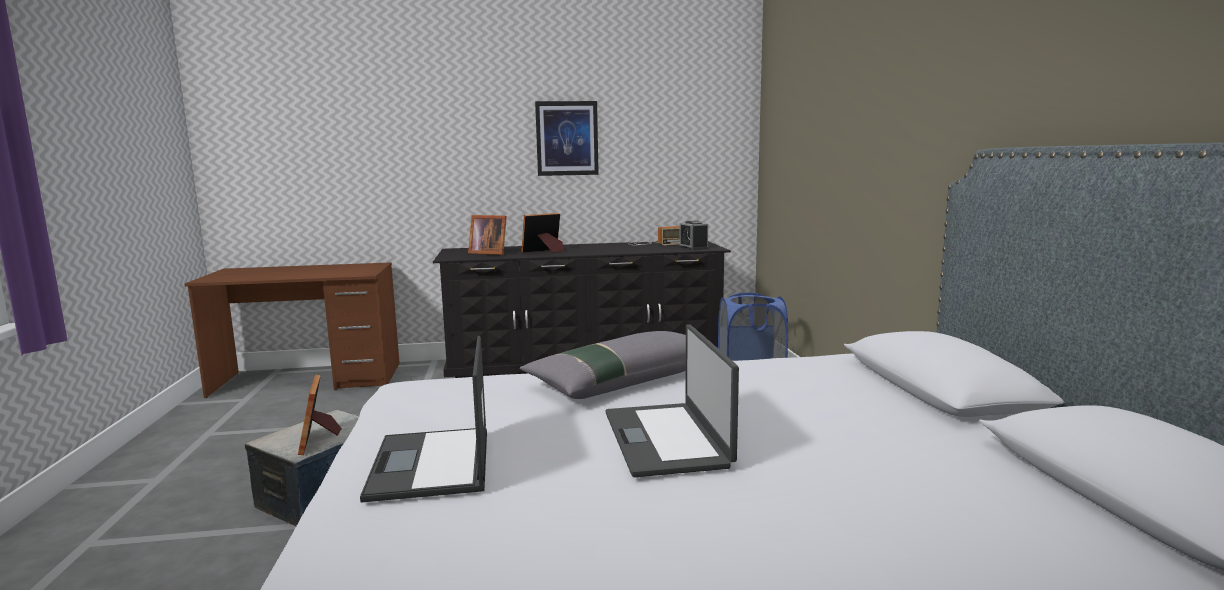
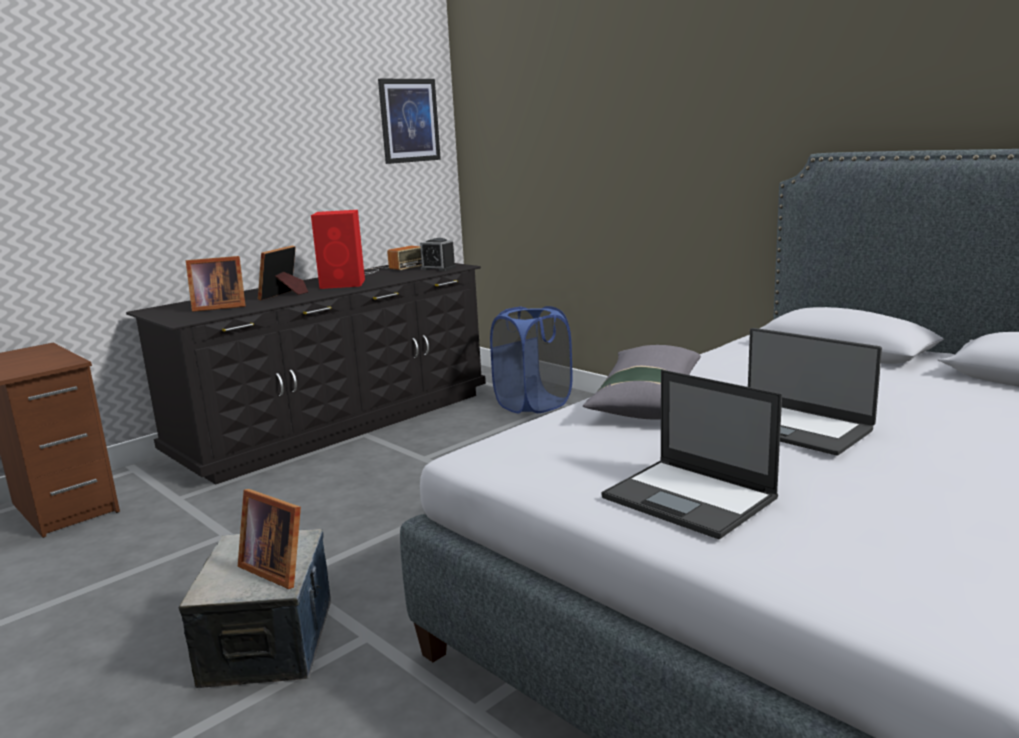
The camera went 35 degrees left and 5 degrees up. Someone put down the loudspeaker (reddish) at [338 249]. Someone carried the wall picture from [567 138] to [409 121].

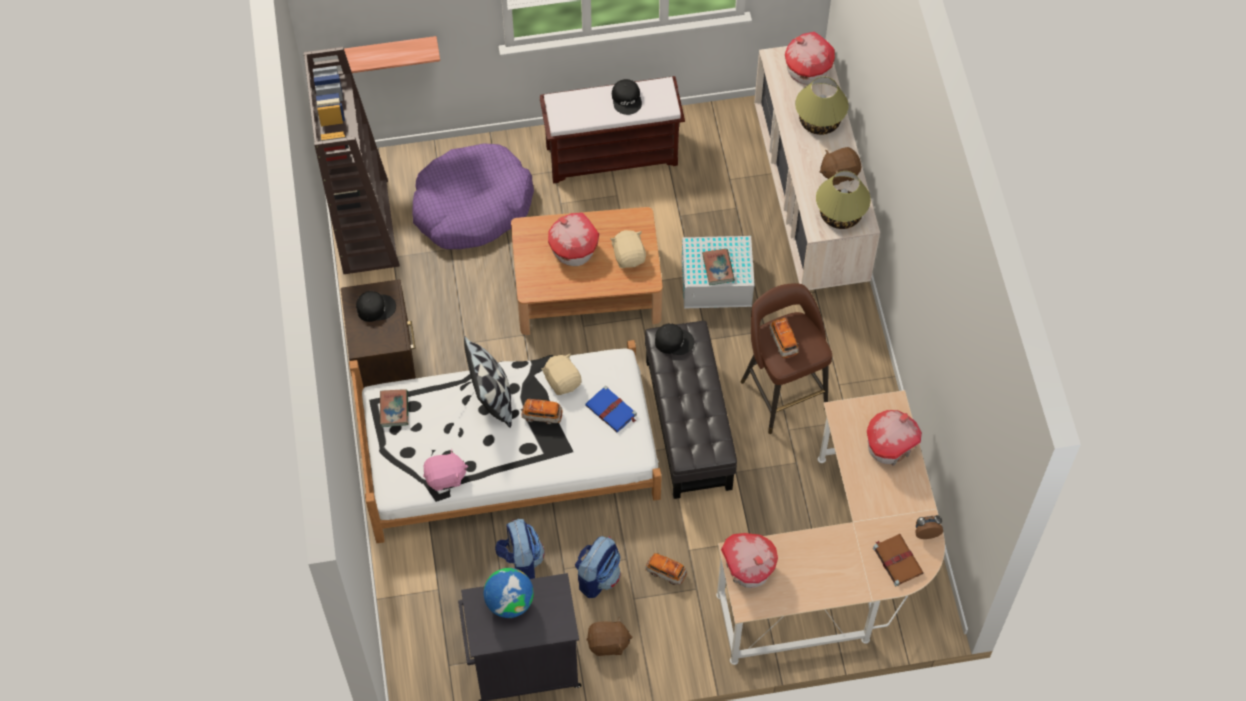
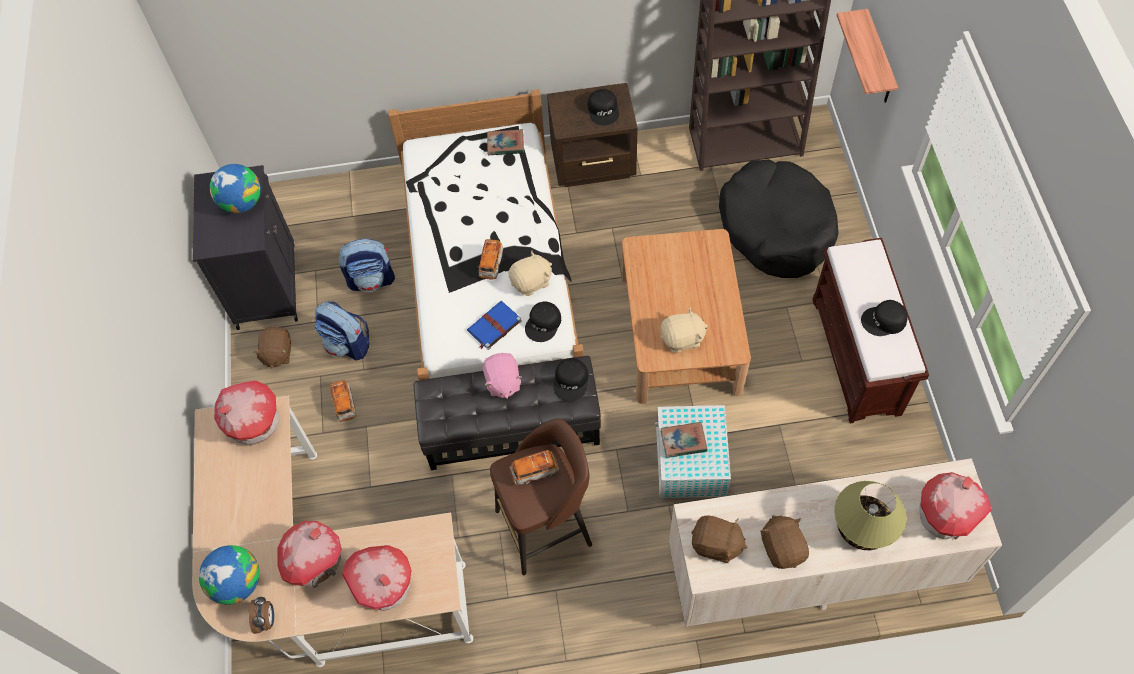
The camera went 95 degrees right and 0 degrees up. Someone took away the cushion at [488 382]. Someone put down the baseball cap (blackish) at [543 321]. Someone carried the cuddly toy (pink-coloured) from [445 470] to [502 376]. Someone carried the toy house from [573 239] to [309 554]. Someone swapped the tabletop lamp at [843 200] for the cuddly toy (brown-coloured) at [719 539]. Someone swapped the book (brown-coloured) at [898 560] for the world globe at [229 574]. Someone repainted the pet bed (purple-coloured) at [473 196], which became the pet bed (blackish) at [779 219]. Someone rotated the toy car at [666 569] by 135 degrees clockwise.

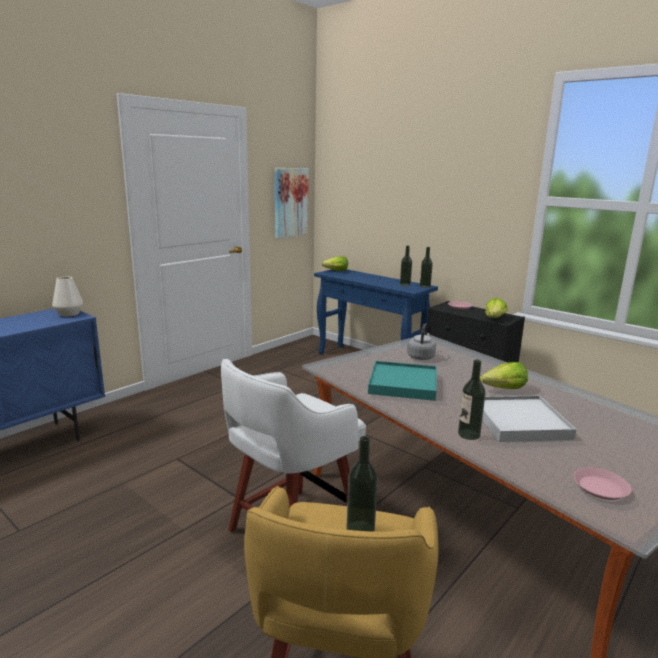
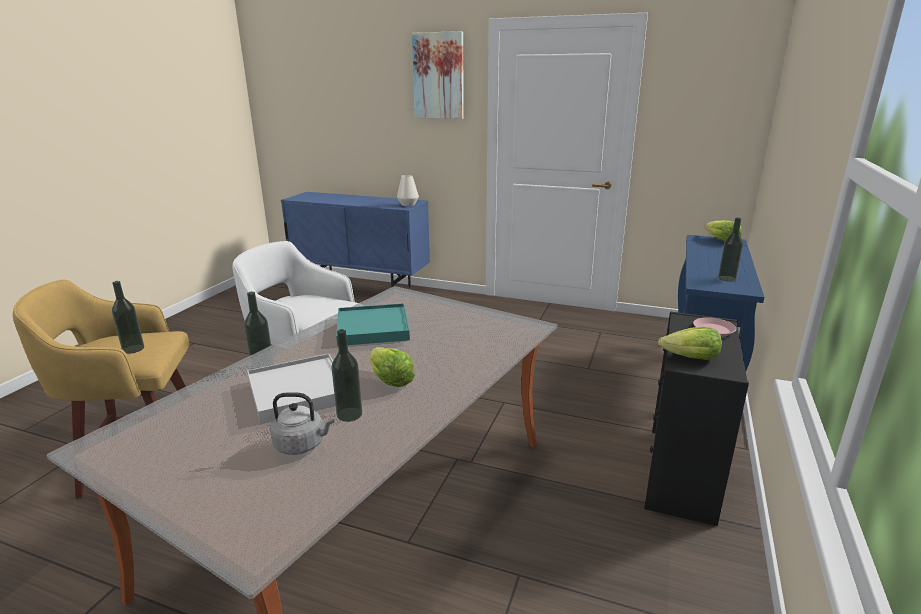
The camera went 70 degrees right and 5 degrees up. Someone took away the dinner plate (pink-coloured) at [603 483]. Someone carried the wall picture from [292 203] to [438 75]. Someone carried the tea kettle (grey) from [421 341] to [302 423]. Someone carried the bottle from [426 267] to [347 375].

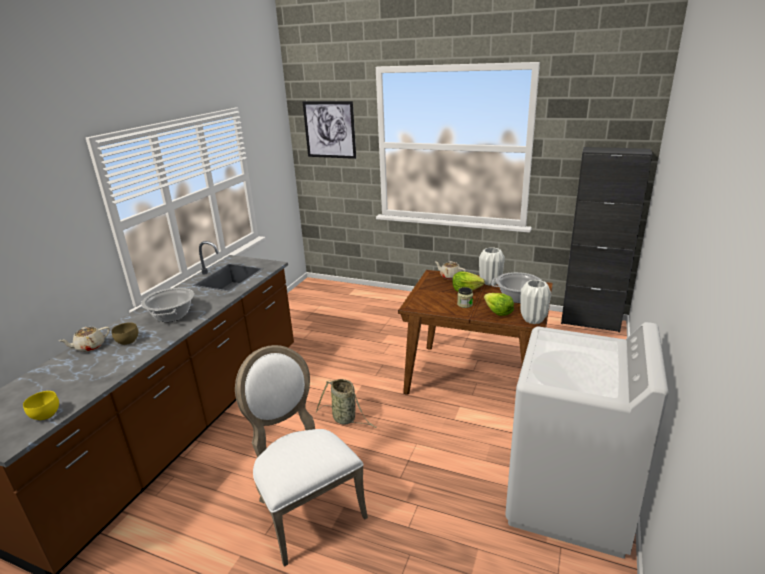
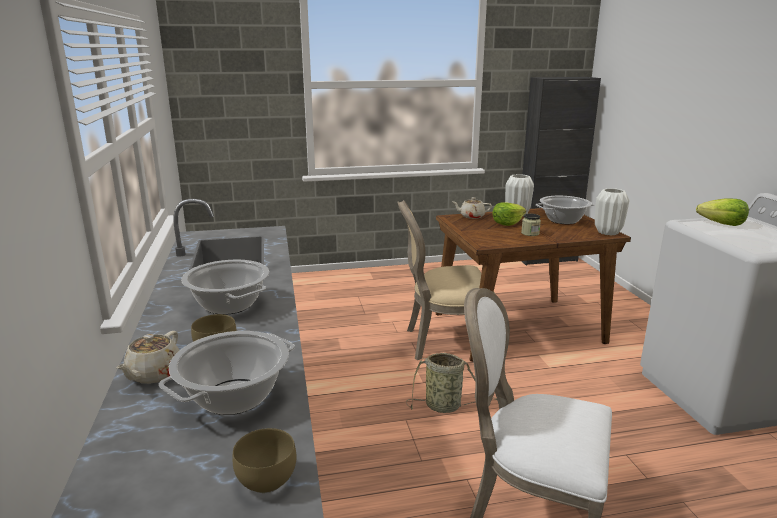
The camera went 35 degrees left and 5 degrees down. Someone took away the wall picture at [329 130]. Someone put down the stockpot at [227 373]. Someone put down the chair (beige-coloured) at [446 280]. Someone carried the head of lettuce from [499 304] to [722 212]. Someone repainted the bowl (yellow) at [41 406], which became the bowl (brown-coloured) at [265 460].

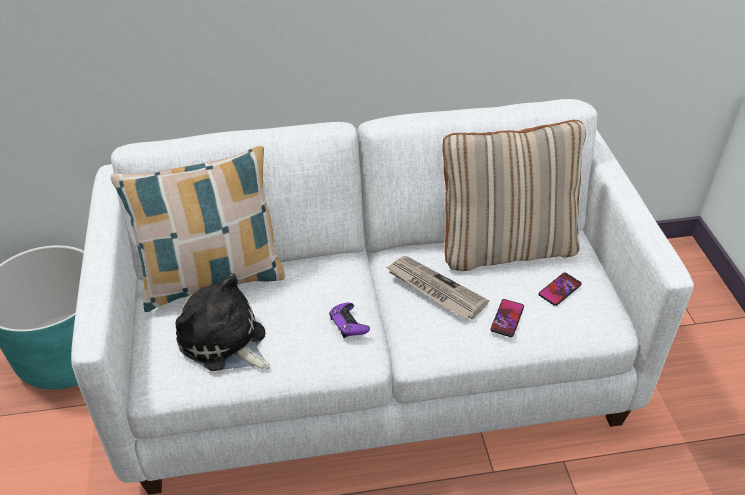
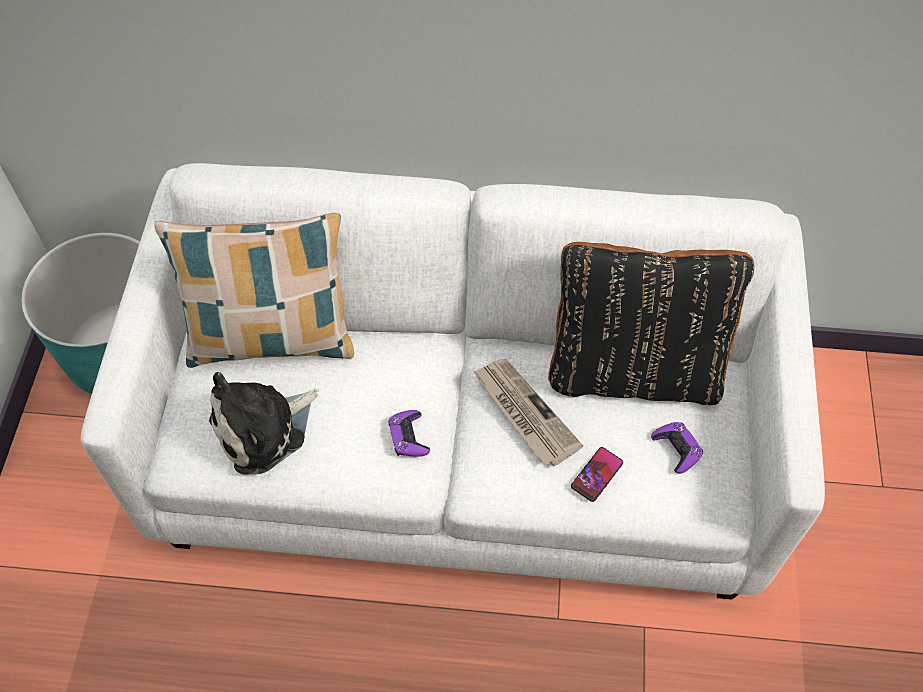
The camera went 15 degrees right and 15 degrees up. Someone swapped the telephone at [560 289] for the joypad (purple-coloured) at [677 448]. Someone repainted the cushion (beige-coloured) at [514 195], which became the cushion (blackish) at [651 323]. Someone rotated the cuddly toy at [223 322] by 90 degrees counterclockwise.

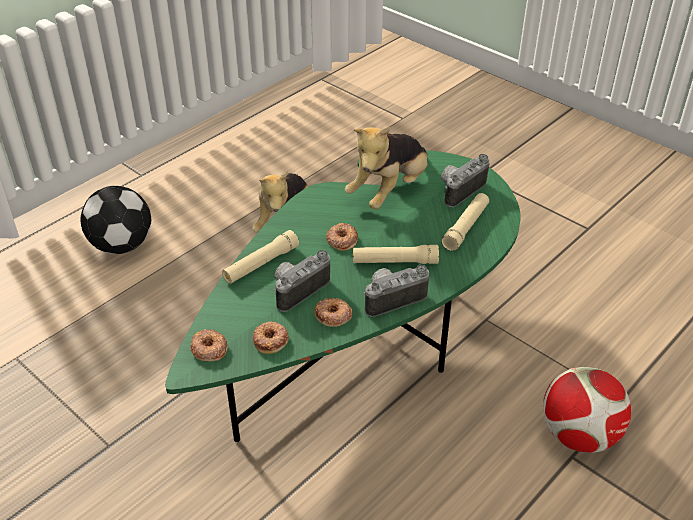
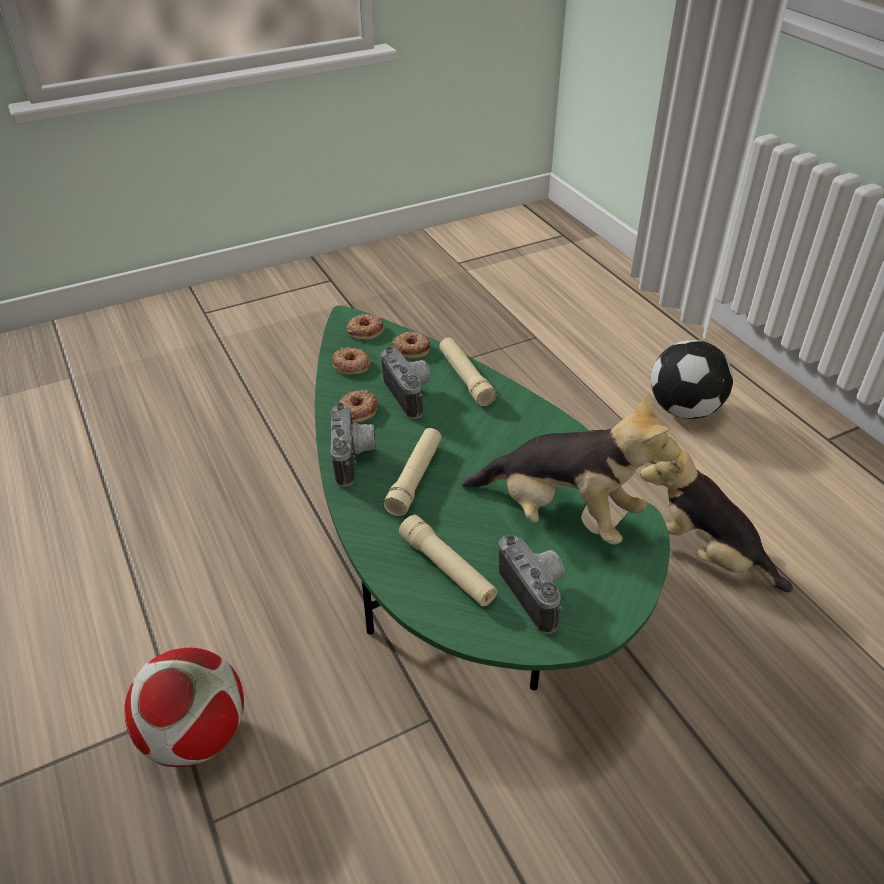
The camera went 110 degrees right and 0 degrees up. Someone carried the ring doughnut from [342 237] to [412 345]. Someone rotated the cuddly toy at [386 168] by 150 degrees clockwise.

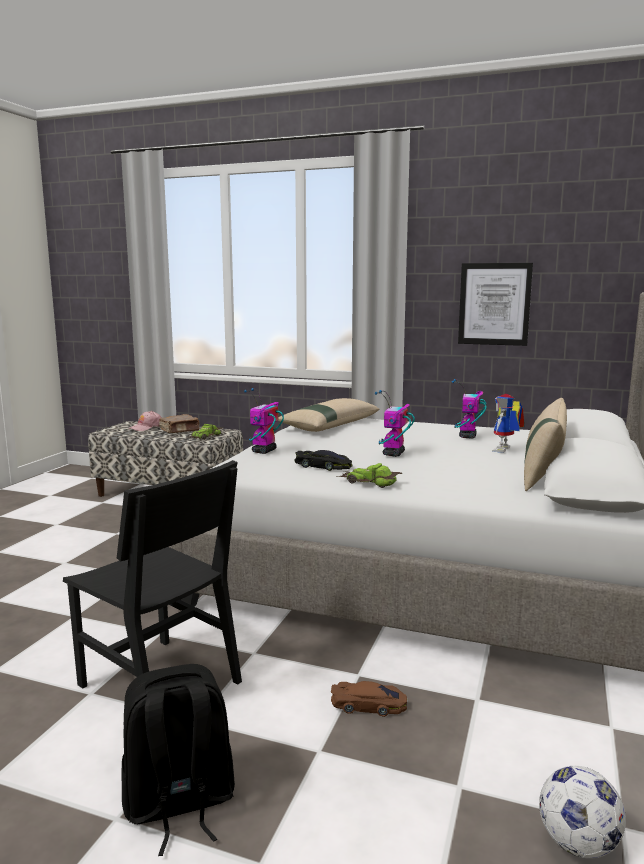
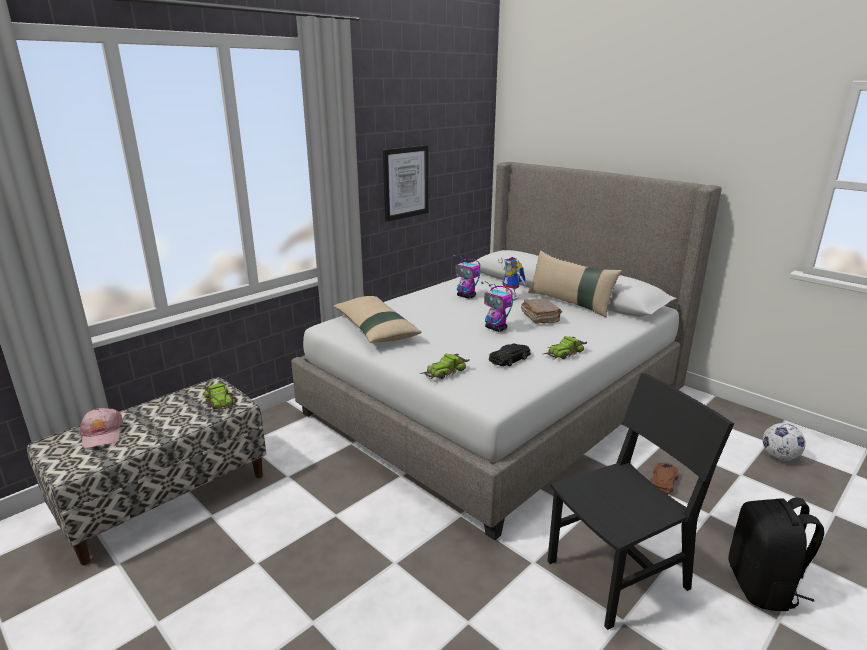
The camera went 65 degrees left and 10 degrees up. Someone carried the book (brown-coloured) from [179 423] to [541 311]. Someone swapped the robot figure at [264 421] for the toy car at [445 367].

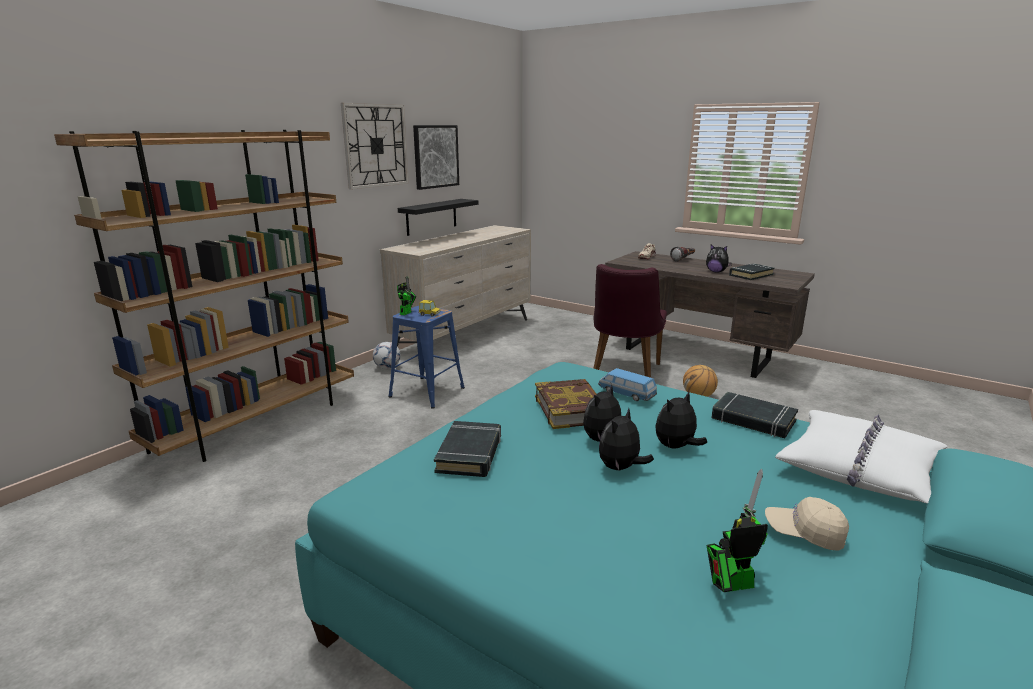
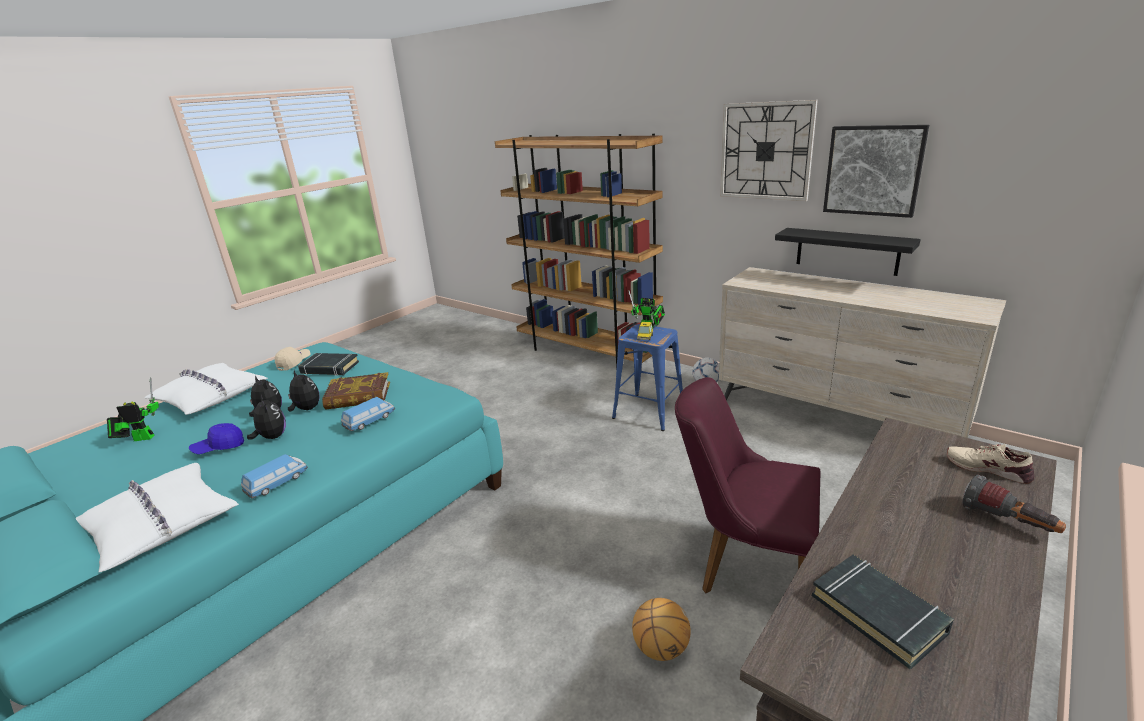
The camera went 95 degrees right and 5 degrees up. Someone took away the cuddly toy at [719 258]. Someone put down the cushion (whitish) at [206 389]. Someone put down the baseball cap (bluish) at [216 438]. Someone carried the baseball cap (beige-coloured) from [807 523] to [292 359]. Someone swapped the book (blackish) at [754 415] for the toy car at [274 476]. Someone rotated the robot figure at [737 530] by 90 degrees counterclockwise.

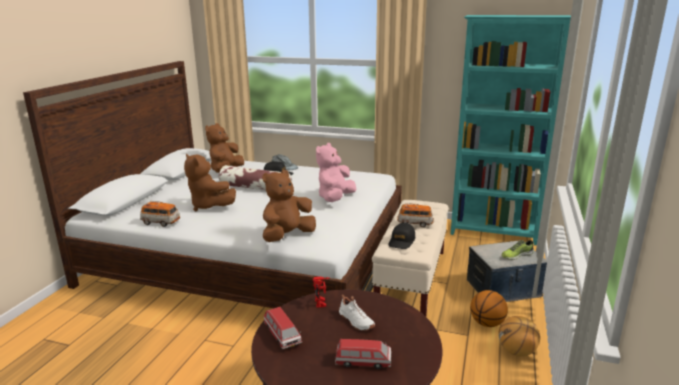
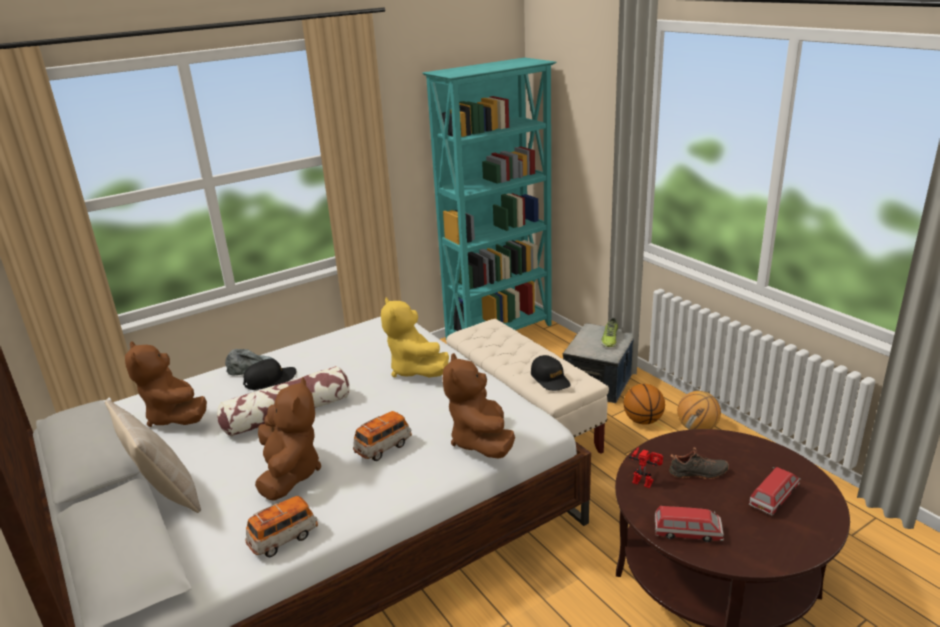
The camera went 50 degrees left and 5 degrees up. Someone put down the cushion (beige-coloured) at [153 456]. Someone carried the toy car from [415 215] to [382 436]. Someone repainted the cuddly toy (pink-coloured) at [336 172], which became the cuddly toy (yellow) at [415 337]. Someone repainted the low shoe (whitish) at [357 312], which became the low shoe (blackish) at [699 463]. Someone rotated the cuddly toy (brown-coloured) at [210 182] by 90 degrees counterclockwise.

